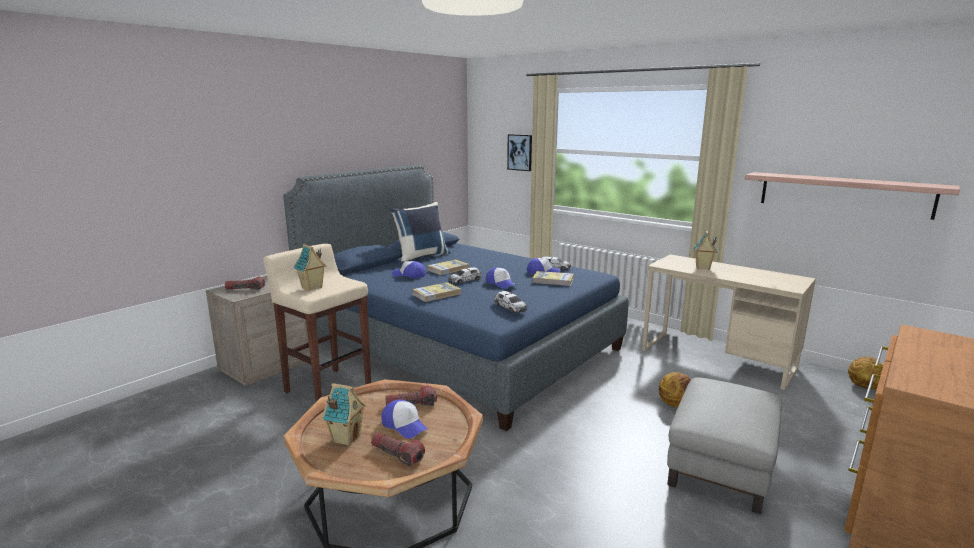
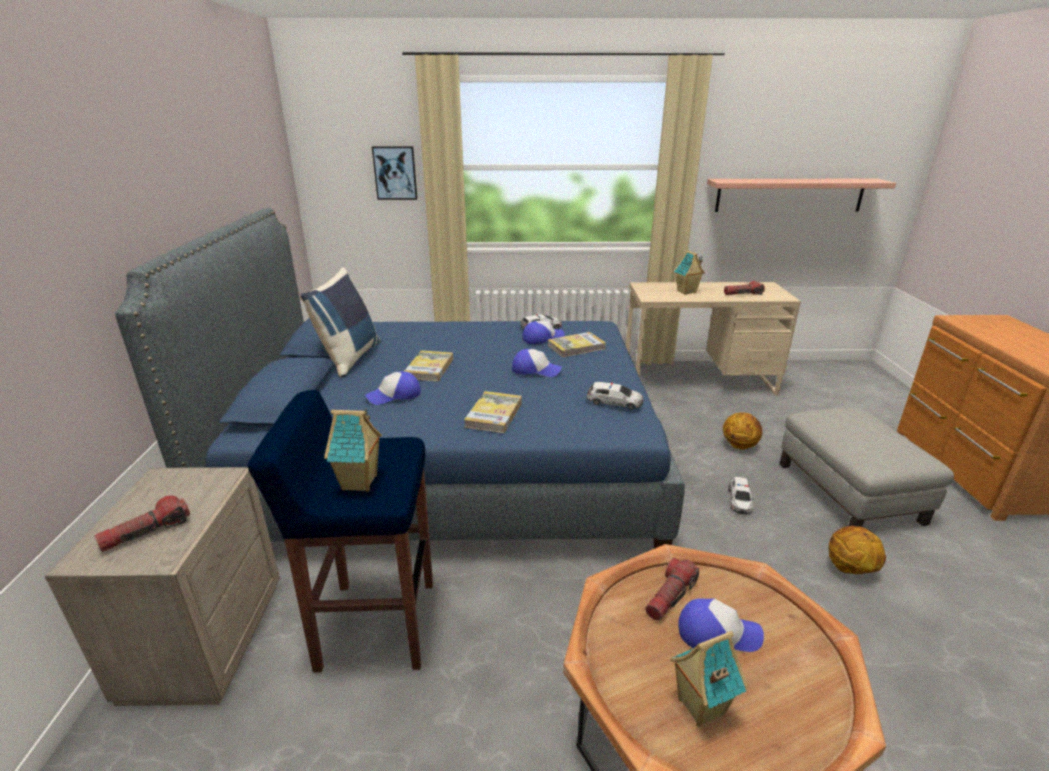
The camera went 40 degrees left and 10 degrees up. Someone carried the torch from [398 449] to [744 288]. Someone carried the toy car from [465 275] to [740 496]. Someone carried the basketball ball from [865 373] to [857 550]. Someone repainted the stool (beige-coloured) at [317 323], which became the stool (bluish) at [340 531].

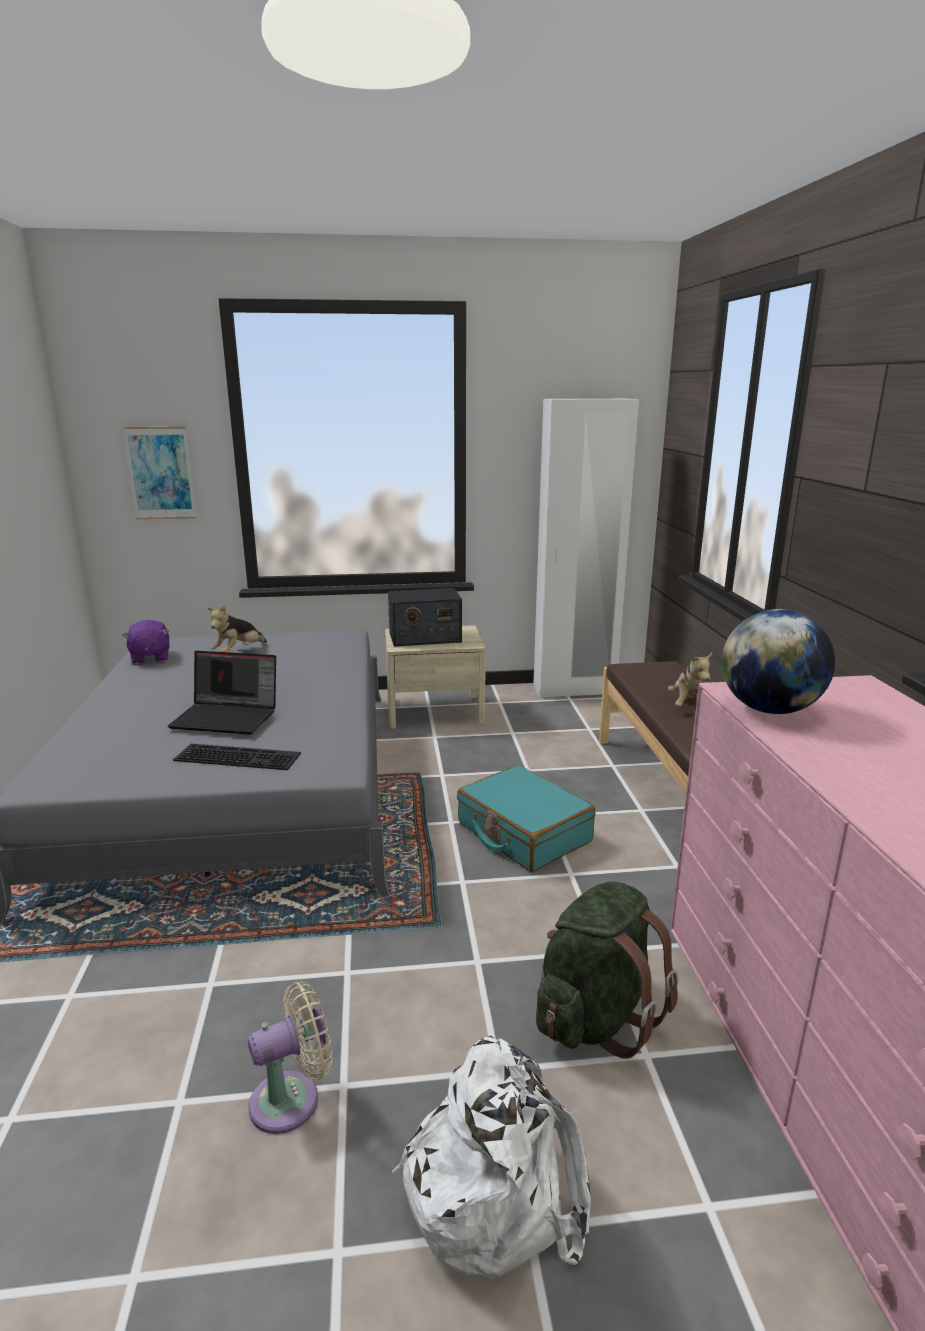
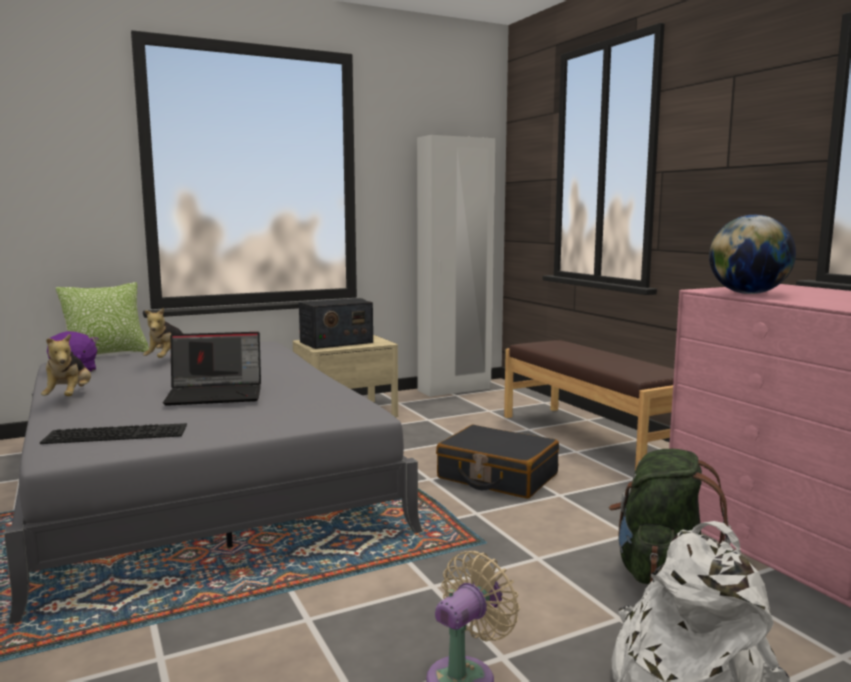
The camera went 20 degrees left and 10 degrees down. Someone took away the wall picture at [160 473]. Someone put down the cushion at [102 318]. Someone carried the computer keyboard from [237 757] to [113 433]. Someone carried the cuddly toy from [690 679] to [66 364]. Someone repainted the travel case (blue-green) at [526 818], which became the travel case (blackish) at [497 462].

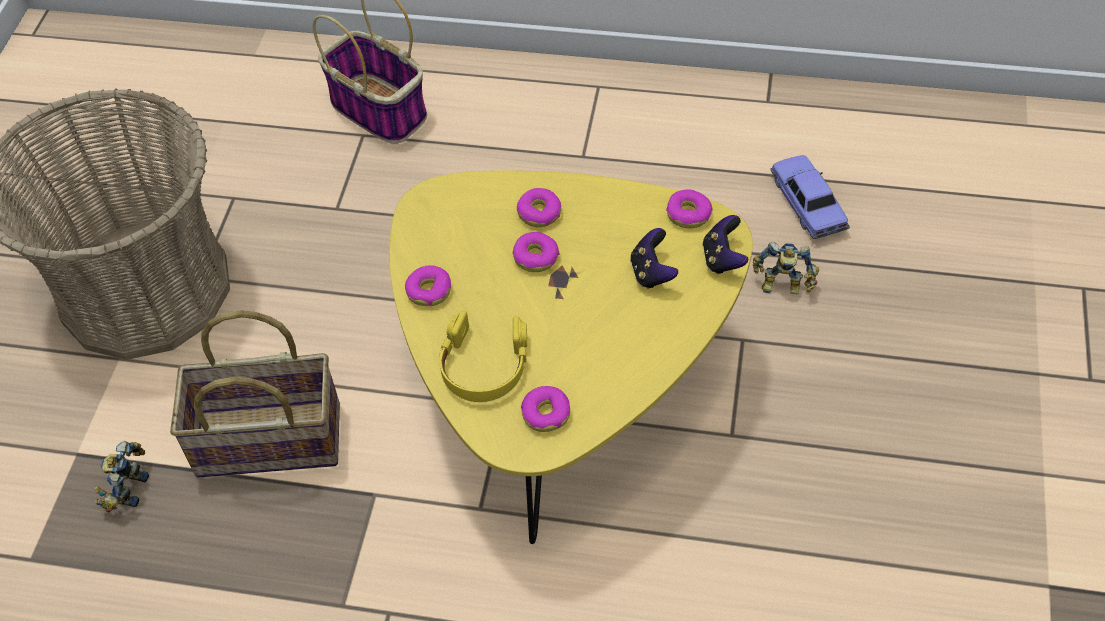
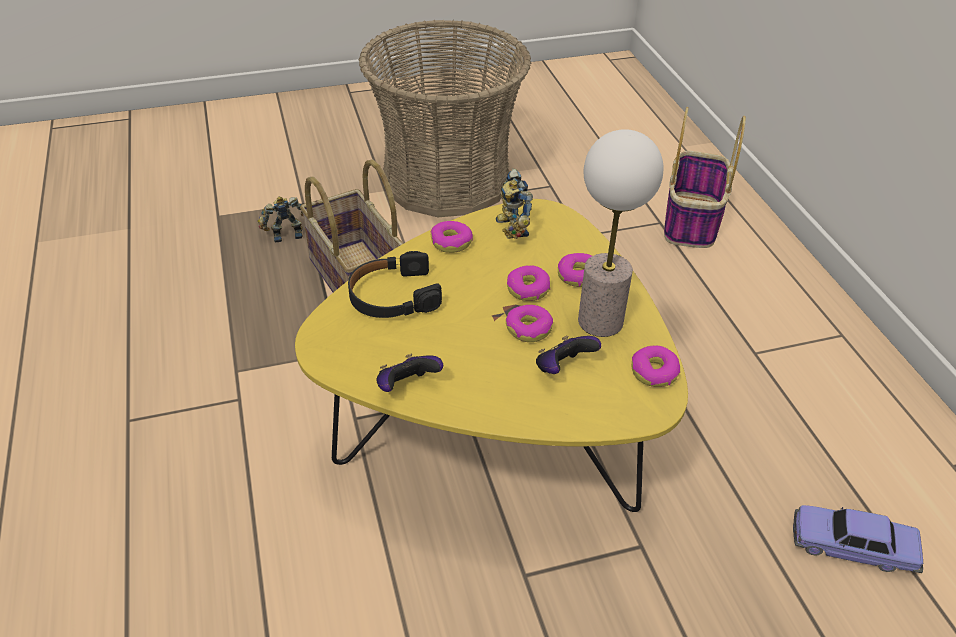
The camera went 60 degrees right and 10 degrees down. Someone put down the tabletop lamp at [621 233]. Someone carried the ring doughnut from [545 409] to [529 323]. Someone carried the joypad from [725 244] to [409 373]. Someone carried the robot figure from [786 268] to [514 203]. Someone repainted the headphones (yellow) at [483 356], which became the headphones (blackish) at [395 284]. Someone rotated the toy car at [810 197] by 120 degrees counterclockwise.

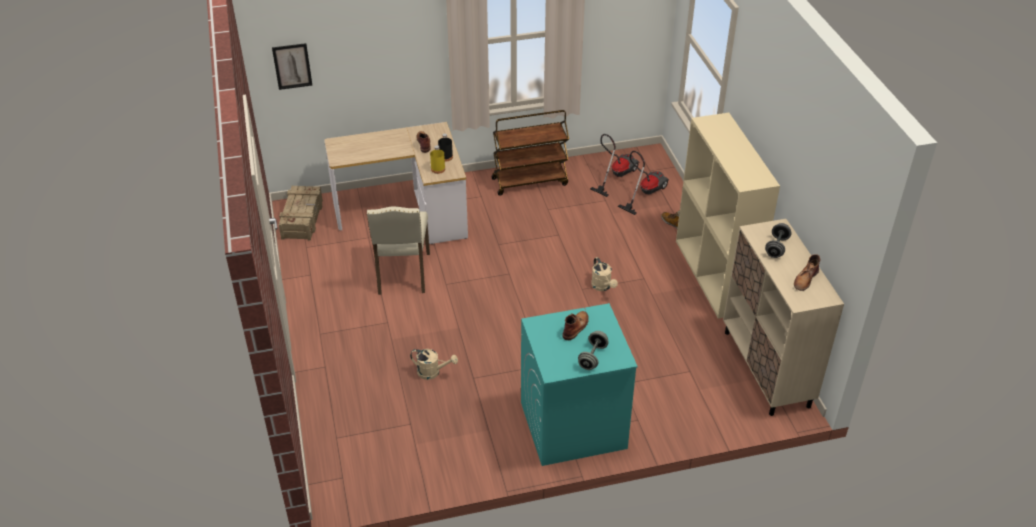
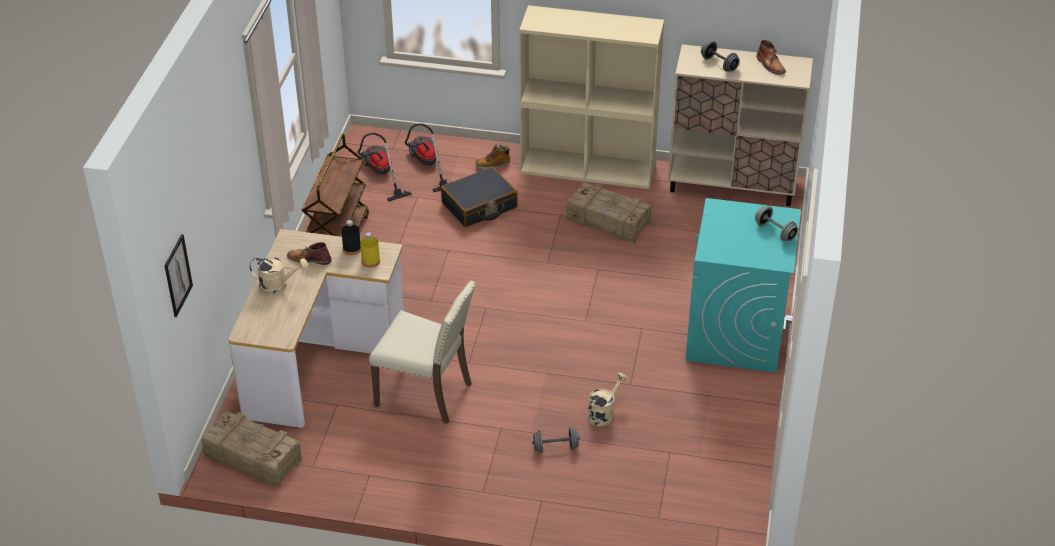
The camera went 65 degrees left and 0 degrees up. Someone took away the high-top boot (brown-coloured) at [575 325]. Someone put down the travel case (blackish) at [479 197]. Someone put down the hand weight (grey) at [556 440]. Someone put down the shipping crate at [608 212]. Someone carried the watering pot (beige-coloured) from [604 274] to [278 275].

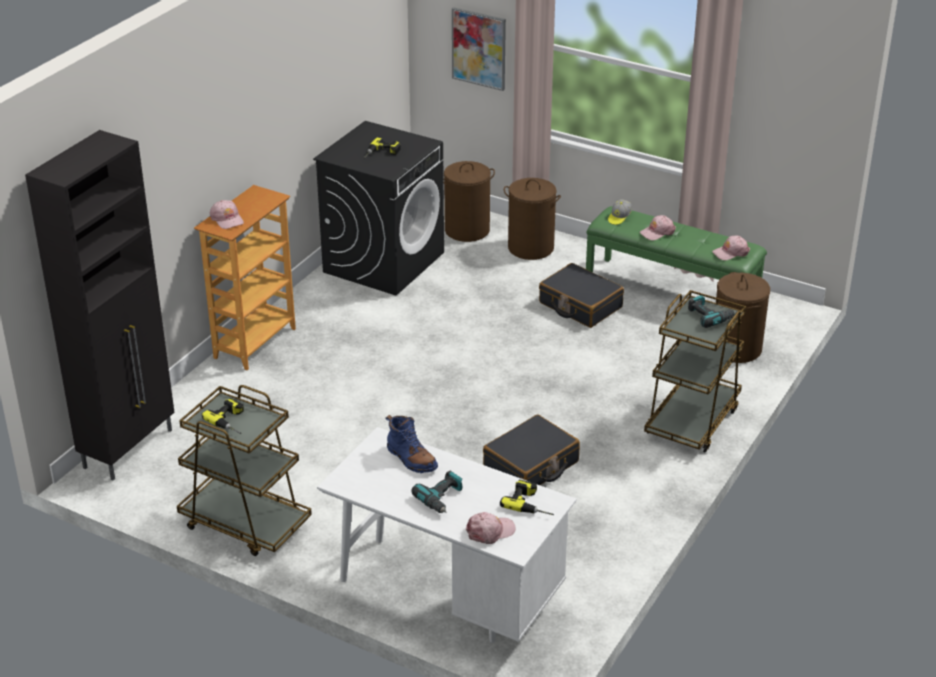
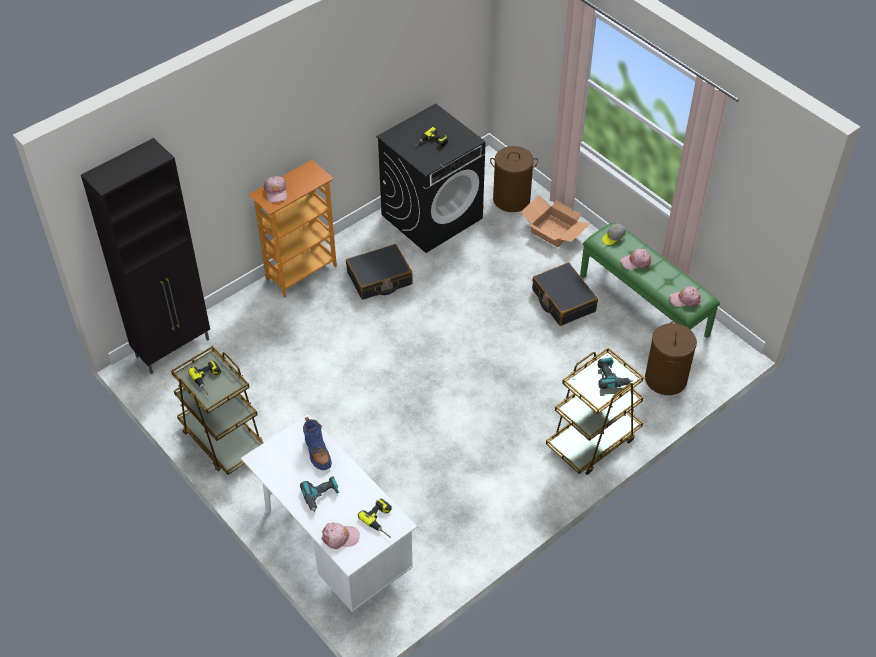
The camera went 20 degrees right and 15 degrees up. Someone took away the wall picture at [479 49]. Someone carried the travel case (blackish) from [531 449] to [379 272]. Someone swapped the washing basket (brown-coloured) at [532 219] for the packing box at [555 221].

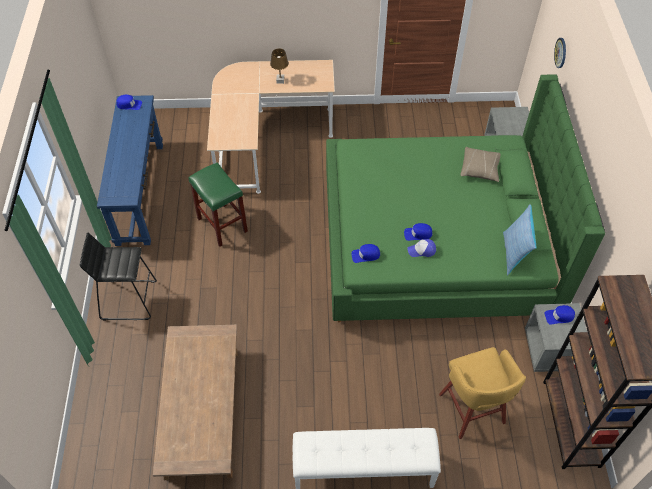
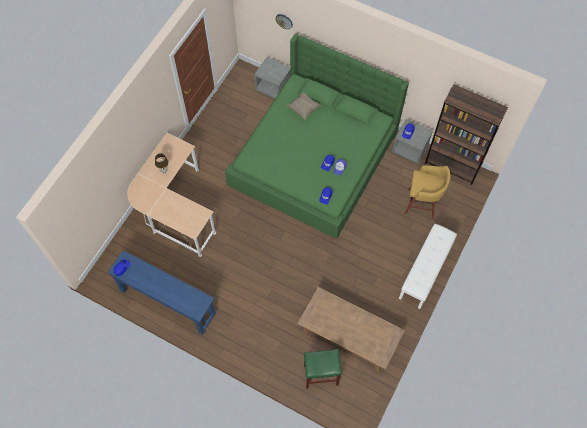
The camera went 60 degrees left and 10 degrees up. Someone took away the stool (blackish) at [118 276]. Someone took away the cushion at [520 239]. Someone carried the stool (green) from [218 204] to [323 369].

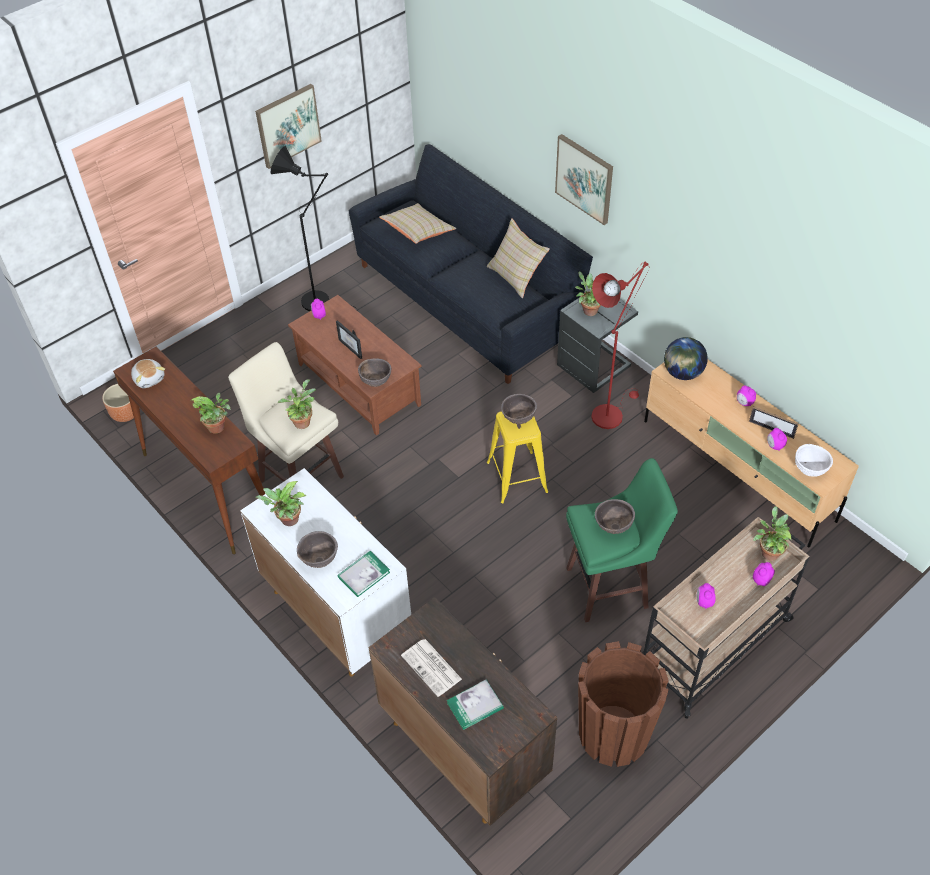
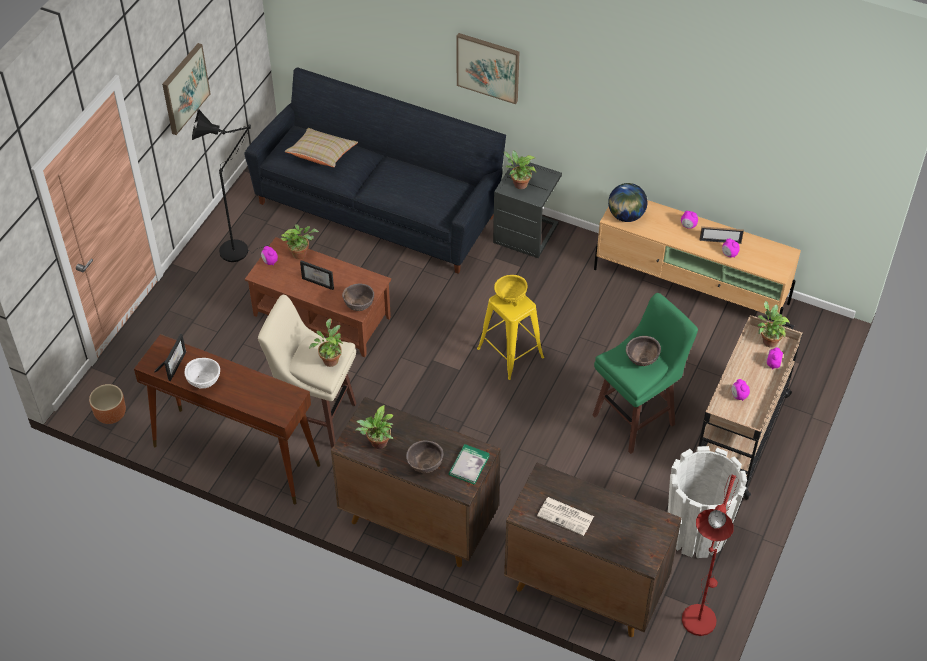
The camera went 25 degrees left and 0 degrees up. Someone took away the book at [475 705]. Someone took away the cushion (beige-coloured) at [518 258]. Someone carried the potted plant from [210 413] to [300 241]. Someone carried the standing lamp (reddish) from [620 345] to [710 555]. Someone carried the bowl (whitish) from [814 460] to [202 373]. Someone swapped the cuddly toy at [148 373] for the photo frame at [170 357]. Someone repainted the cabinet (whitish) at [325 572], which became the cabinet (brown-coloured) at [416 482]. Someone repainted the bowl (brown-coloured) at [519 409], which became the bowl (yellow) at [510 289]. Someone repainted the planter (brown-coloured) at [623 704], which became the planter (whitish) at [707 502].

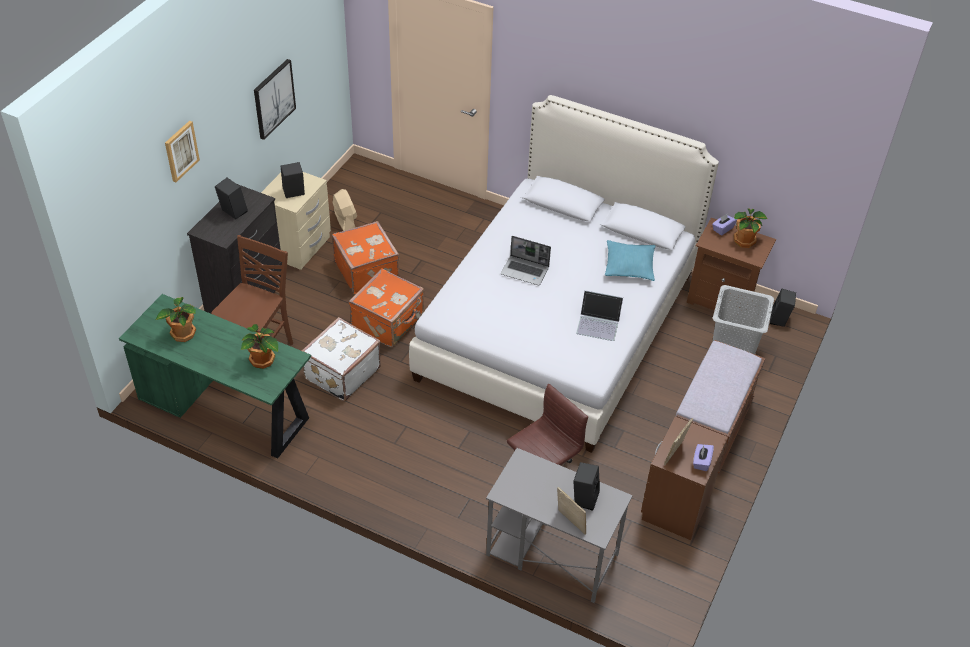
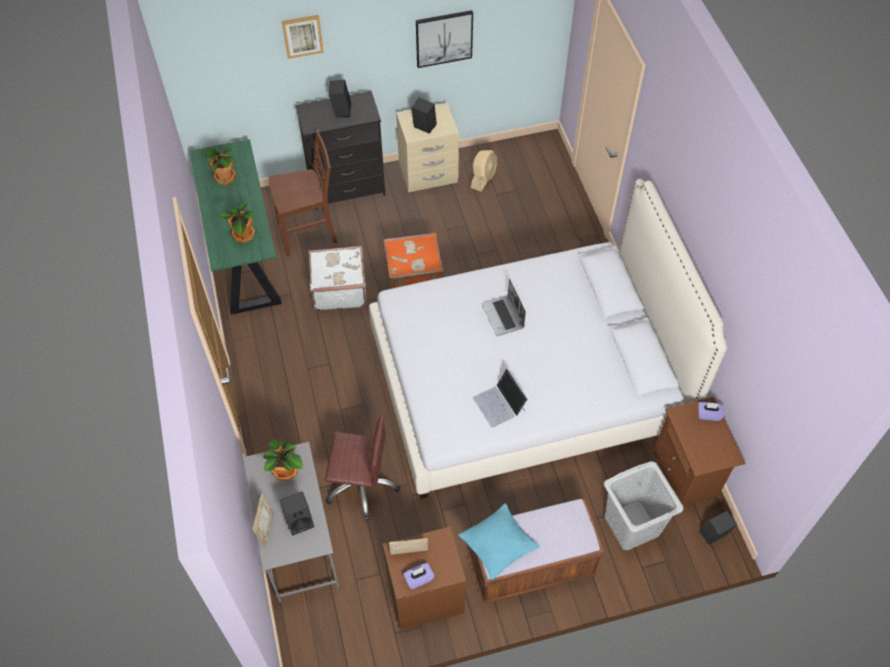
The camera went 50 degrees right and 10 degrees up. Someone took away the travel case (orange-coloured) at [366 257]. Someone carried the cushion (blue-green) from [630 260] to [499 541]. Someone carried the potted plant from [750 228] to [283 460].

